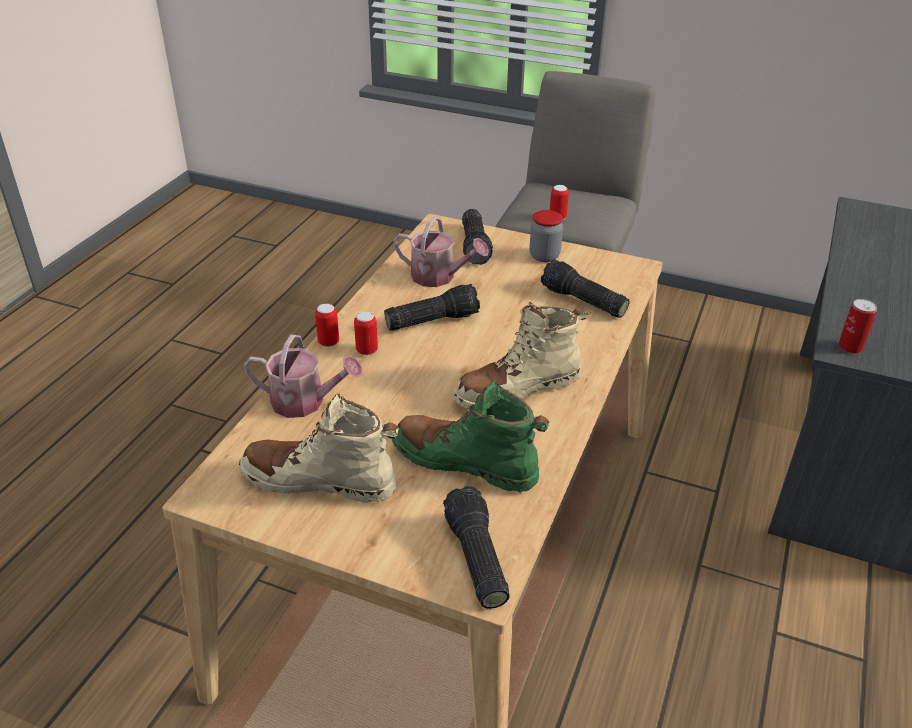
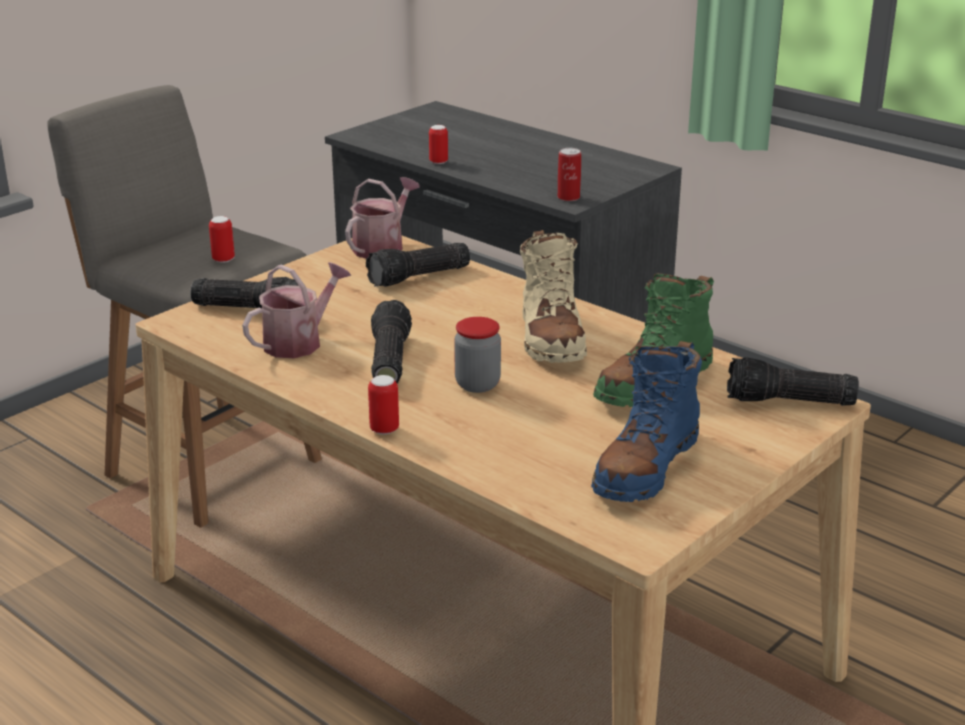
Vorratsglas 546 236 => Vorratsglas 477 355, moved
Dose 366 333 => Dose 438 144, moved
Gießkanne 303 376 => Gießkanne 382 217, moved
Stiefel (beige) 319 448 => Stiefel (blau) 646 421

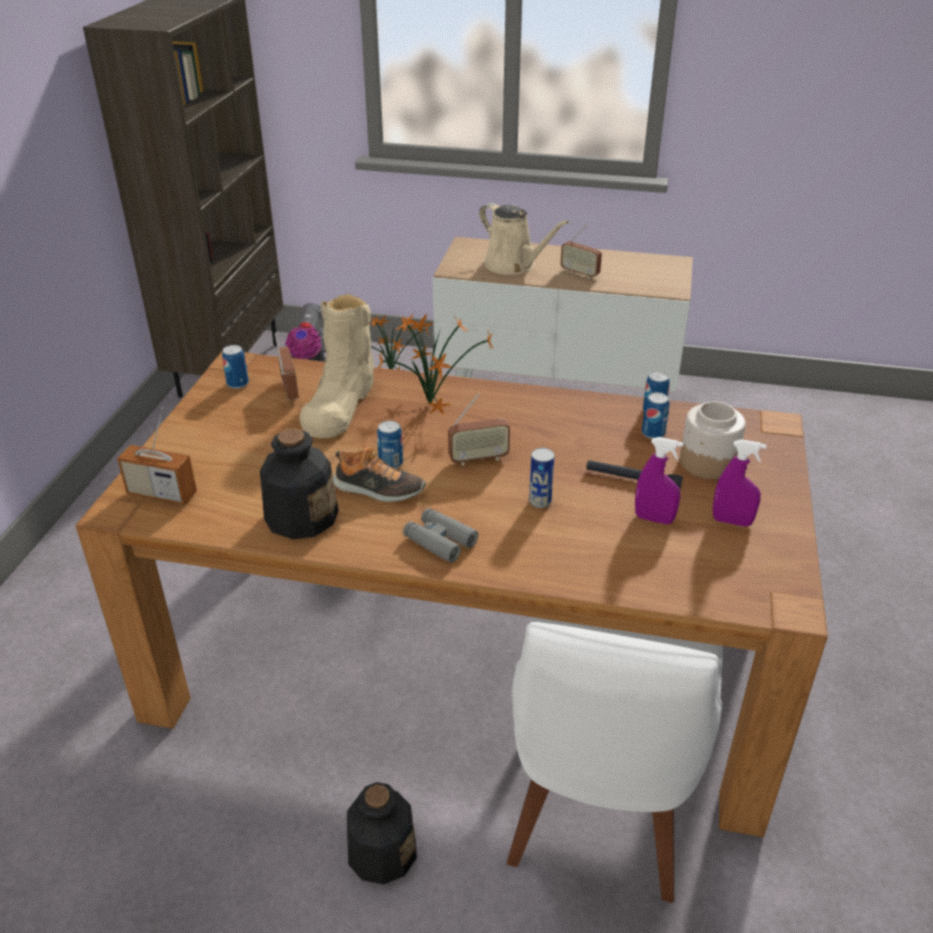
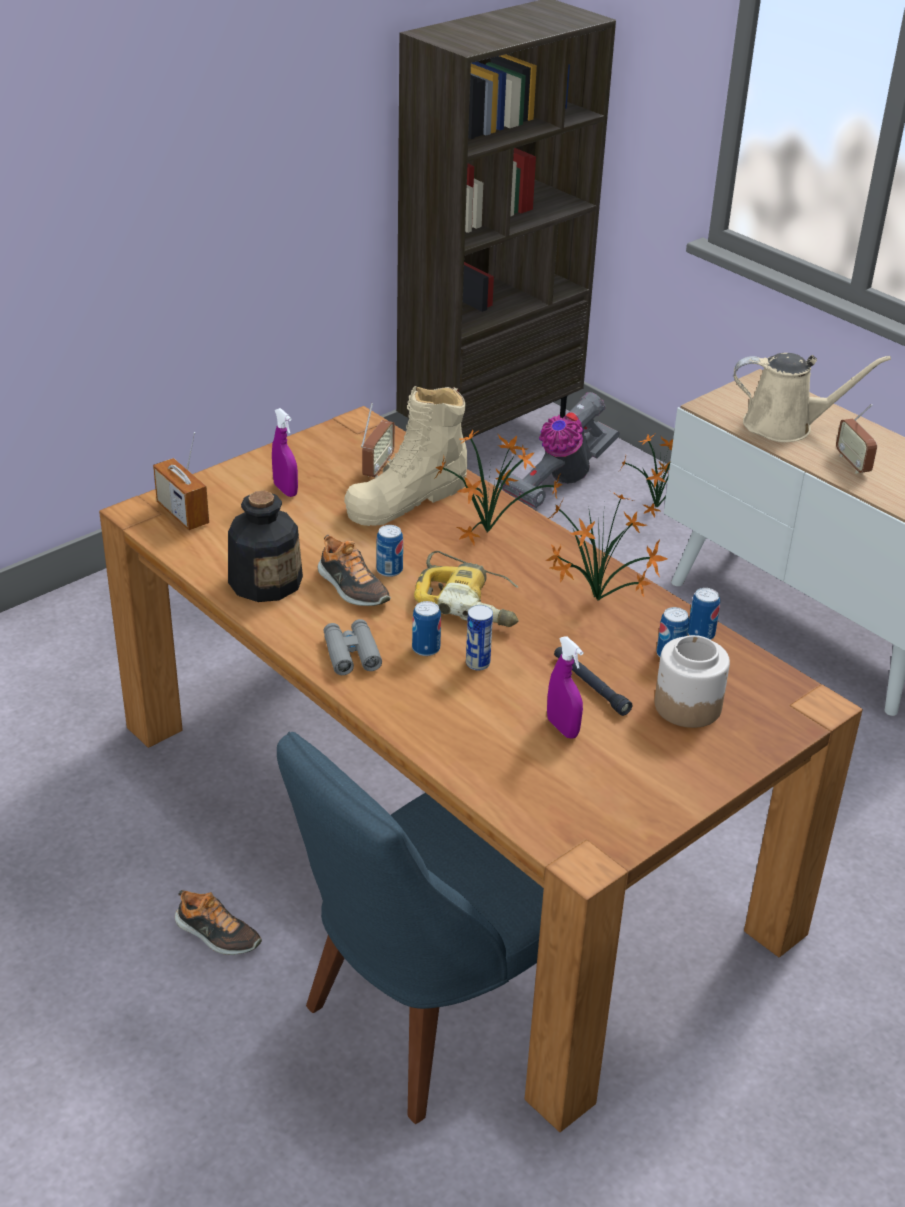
Gießkanne (beige) 524 239 => Gießkanne (beige) 812 397, 75 degrees counterclockwise
Dose 235 367 => Dose 426 628, moved
Radio 479 429 => Bohrmaschine 466 589
Sprühflasche (lila) 739 483 => Sprühflasche (lila) 285 452, moved
Stuhl (weiß) 615 760 => Stuhl (blau) 410 928
Flasche 382 833 => Schuh 218 922
nothing => Topfpflanze 606 545

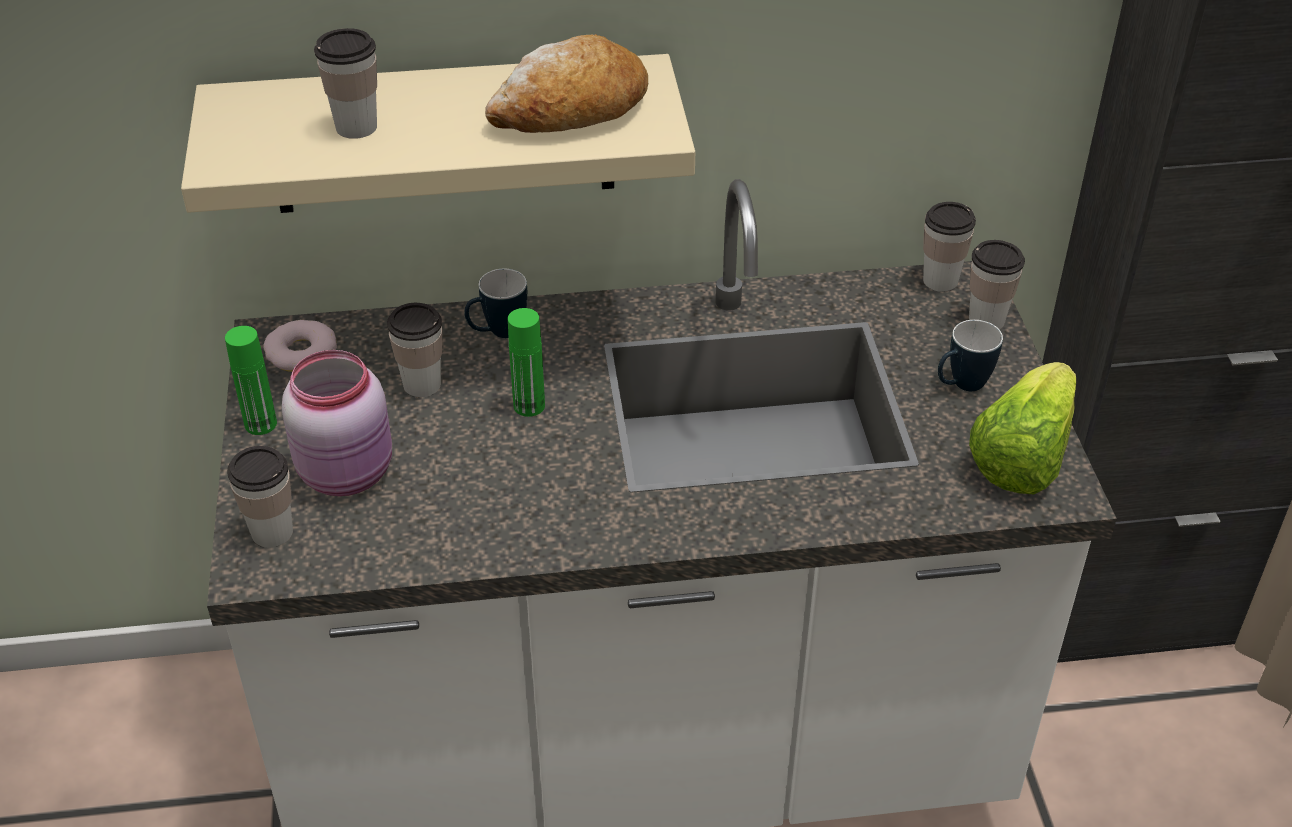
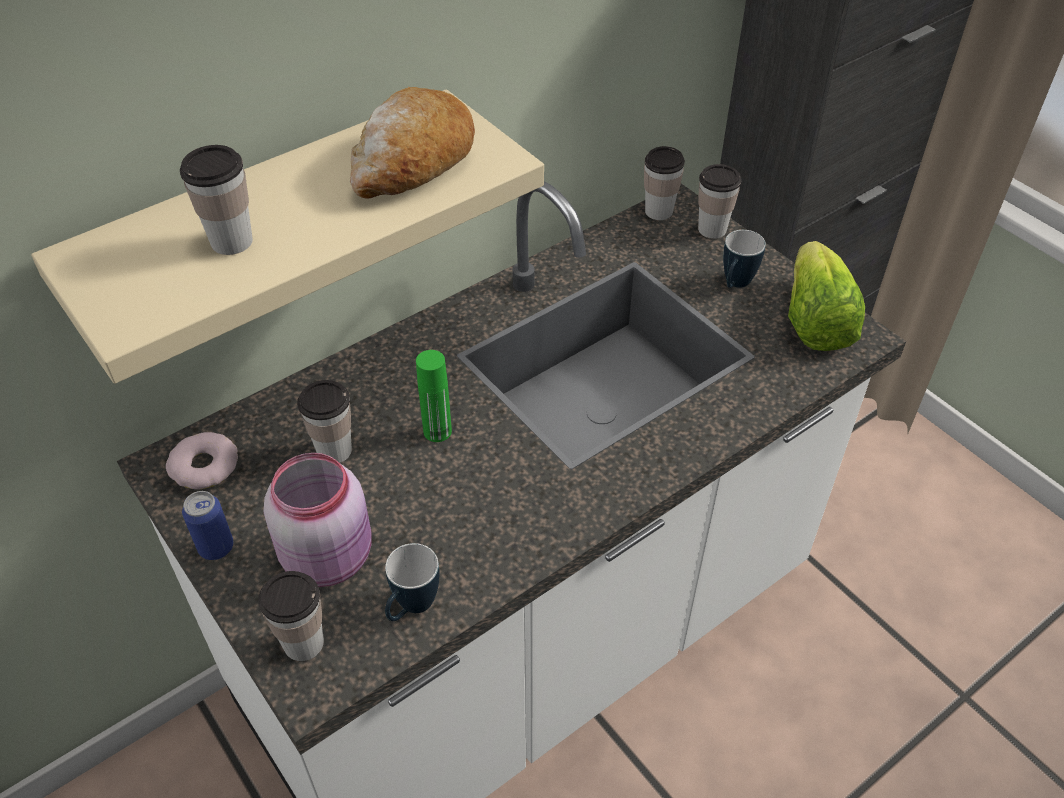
Henkelbecher 495 303 => Henkelbecher 412 582, moved
Flasche (grün) 251 380 => Dose 208 525

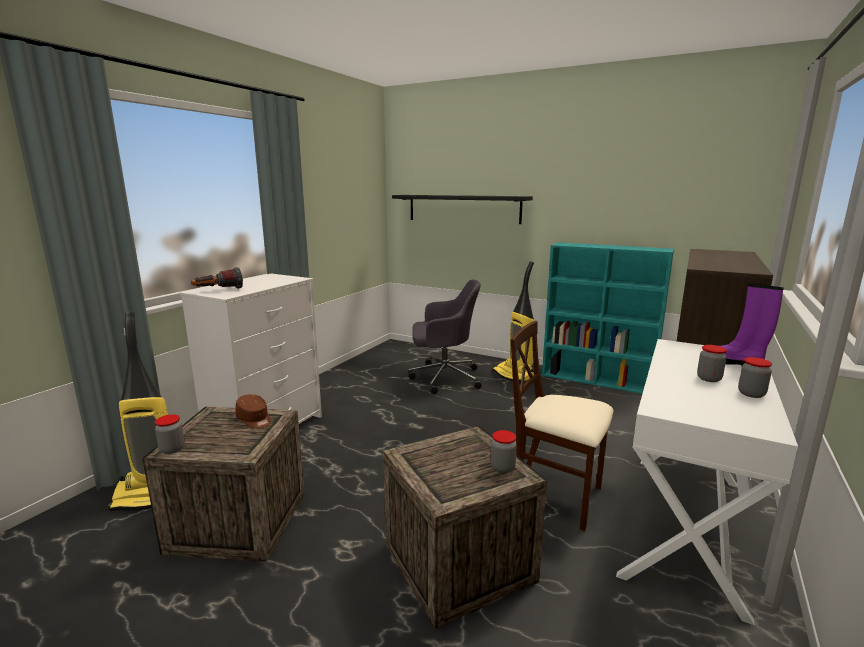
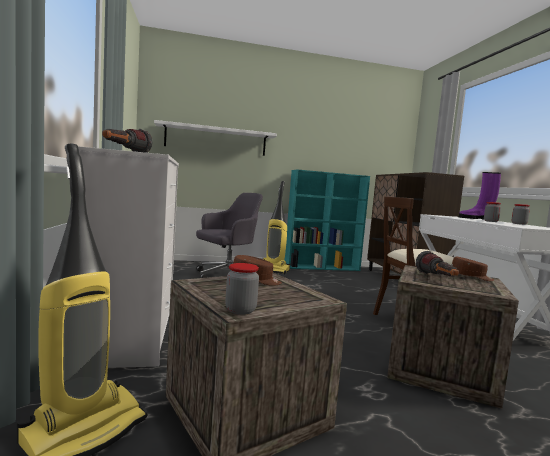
Wandregal (schwarz) 462 209 => Wandregal (weiß) 215 138
Vorratsglas 504 451 => Kappe (braun) 473 269
nothing => Taschenlampe 437 264

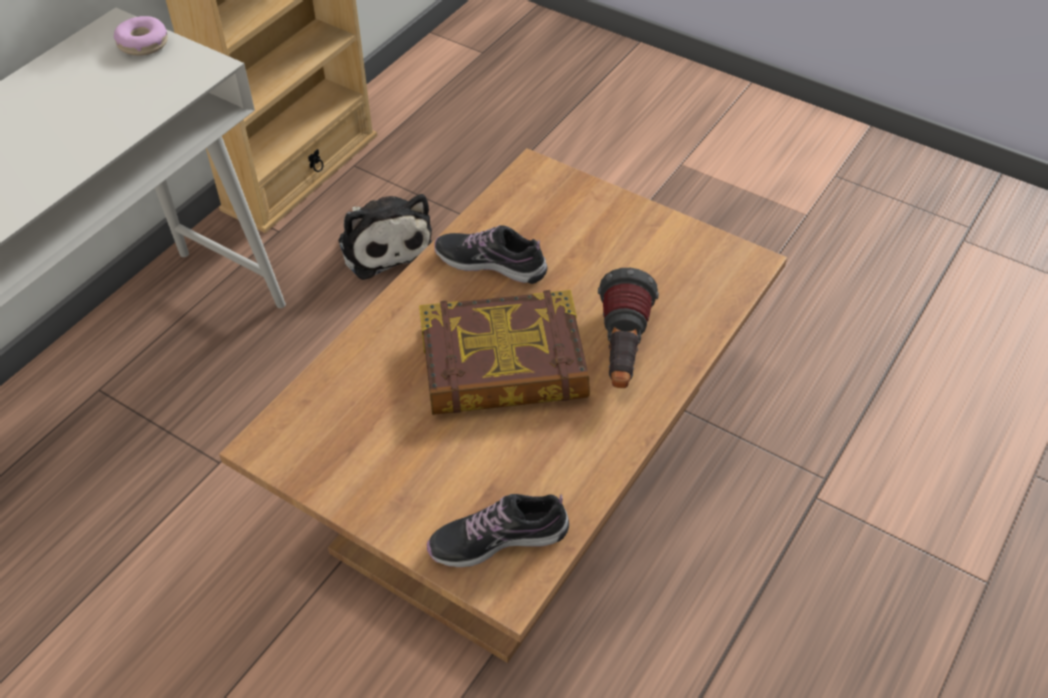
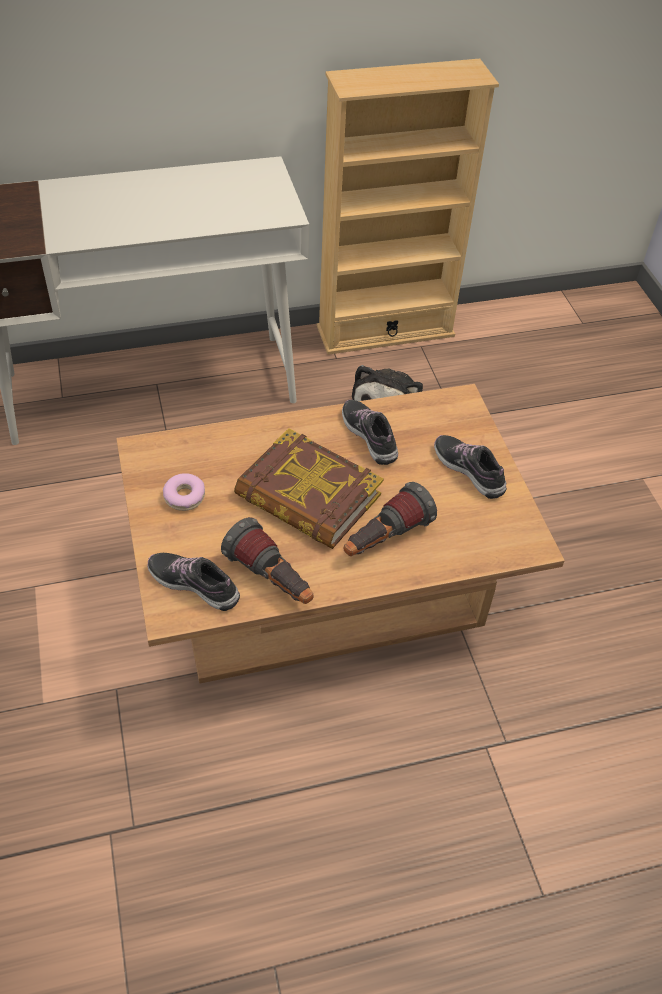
Donut 141 36 => Donut 184 492, moved
nothing => Schuh 470 467
nothing => Taschenlampe 267 560

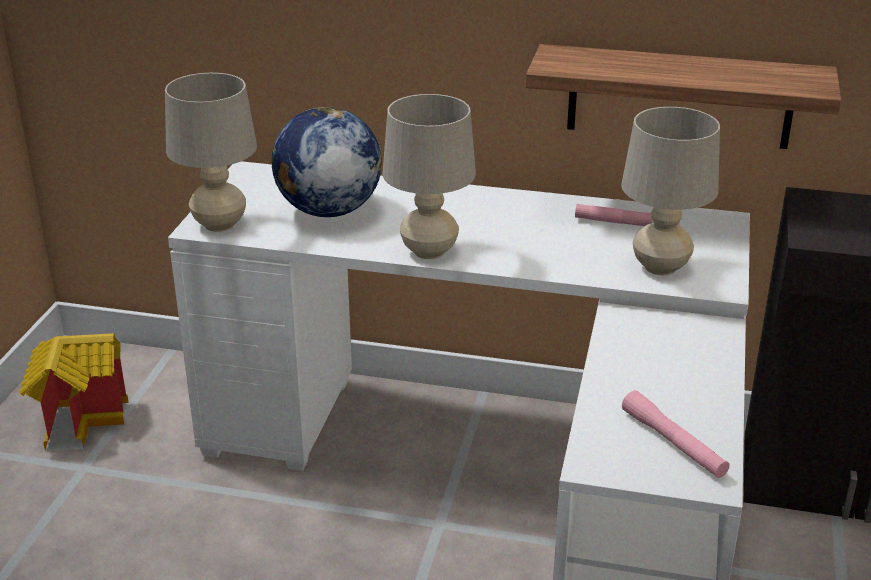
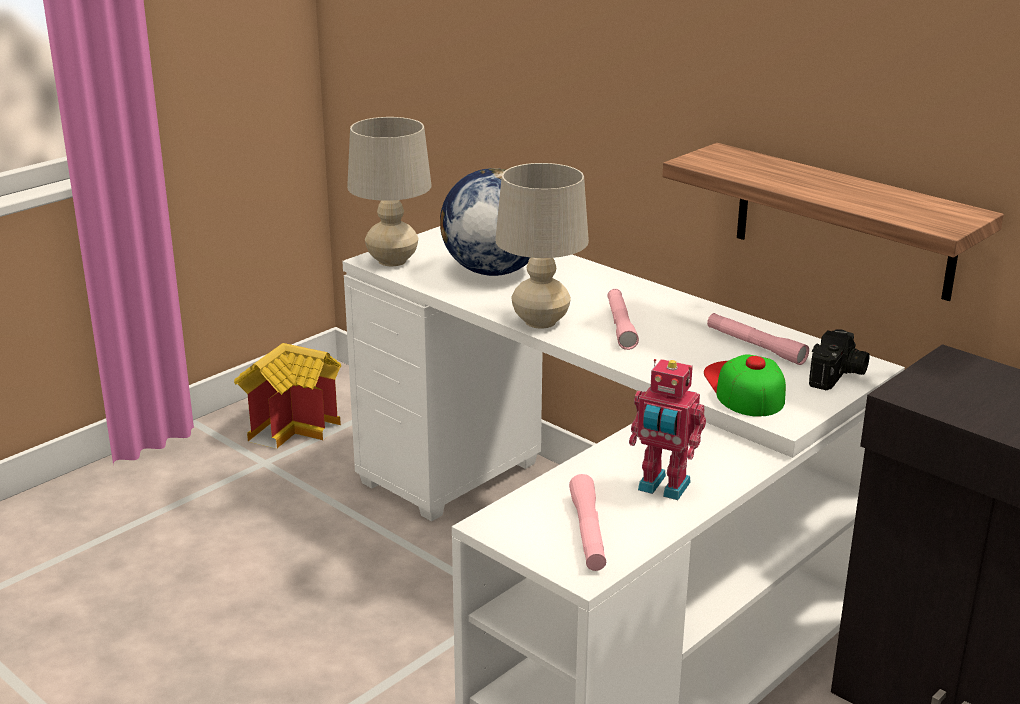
Tischlampe (beige) 670 191 => Kappe 745 385
nothing => Taschenlampe (rosa) 623 319
nothing => Kamera 839 359
nothing => Spielzeugroboter 667 429

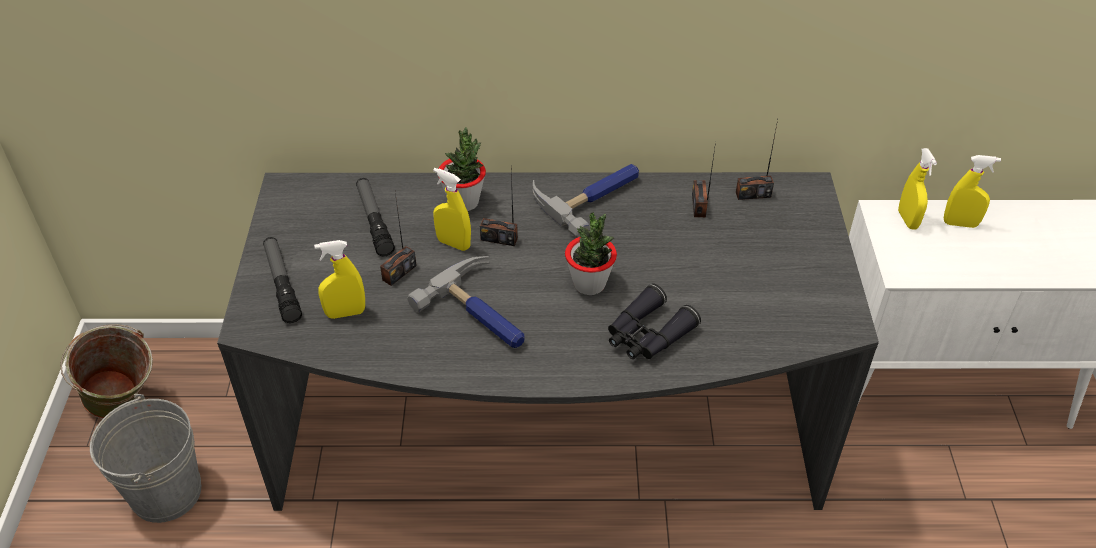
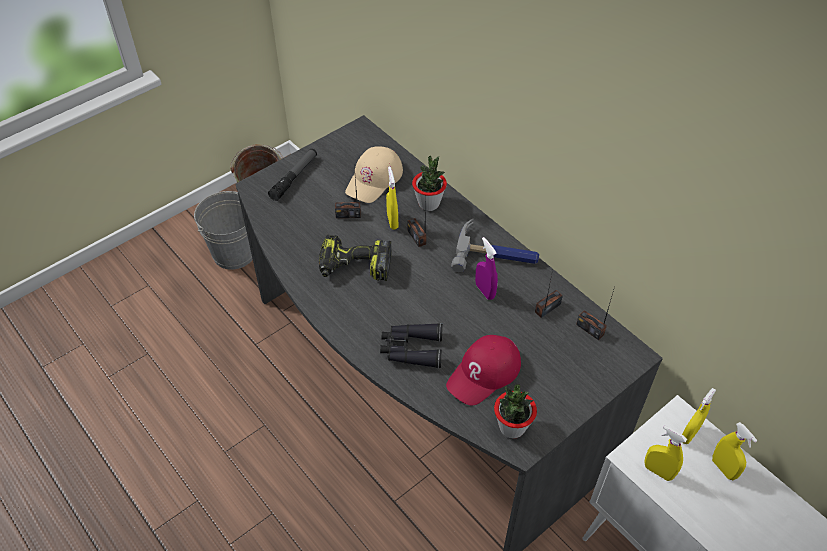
Taschenlampe 375 217 => Kappe (beige) 374 174
Topfpflanze 591 253 => Topfpflanze 515 411, moved
Sprühflasche (gelb) 339 279 => Sprühflasche (gelb) 665 453, moved
Hammer 466 302 => Bohrmaschine 355 258
nothing => Sprühflasche (lila) 486 268
nothing => Kappe (rot) 483 370

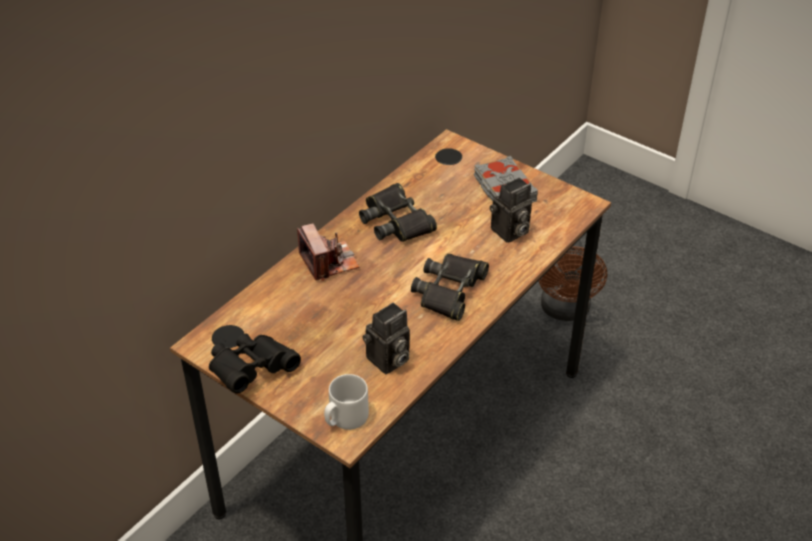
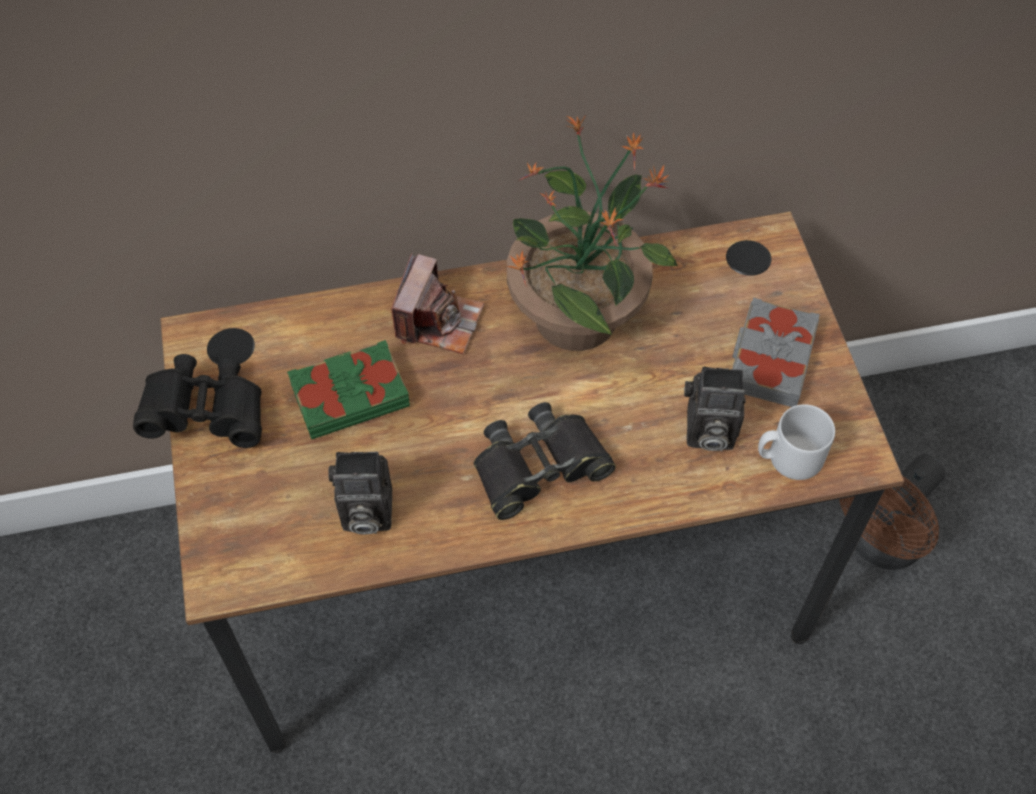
Fernglas (schwarz) 398 212 => Topfpflanze 592 233
Henkelbecher (grau) 346 402 => Henkelbecher (grau) 796 442, moved
nothing => Buch (grün) 348 389

